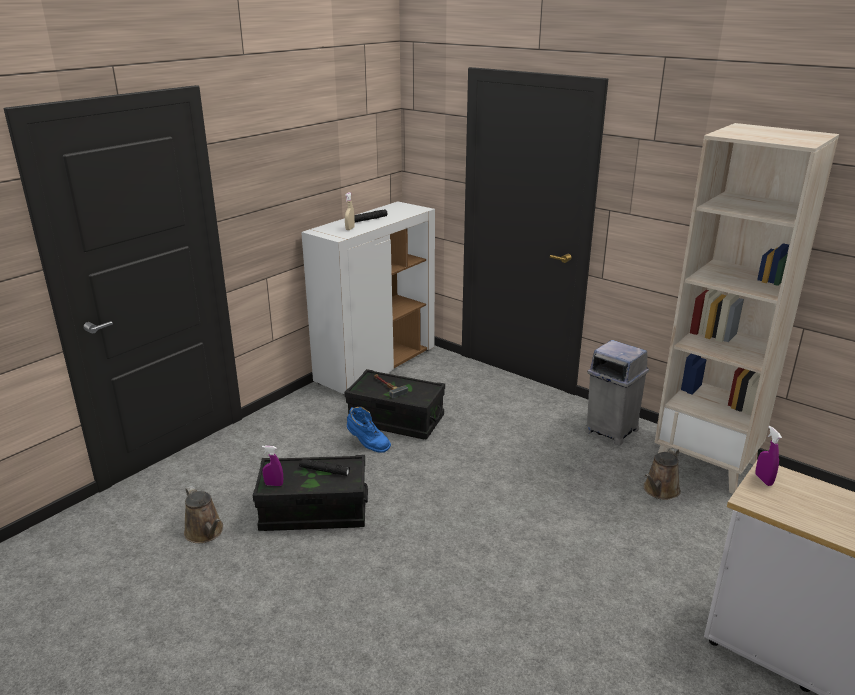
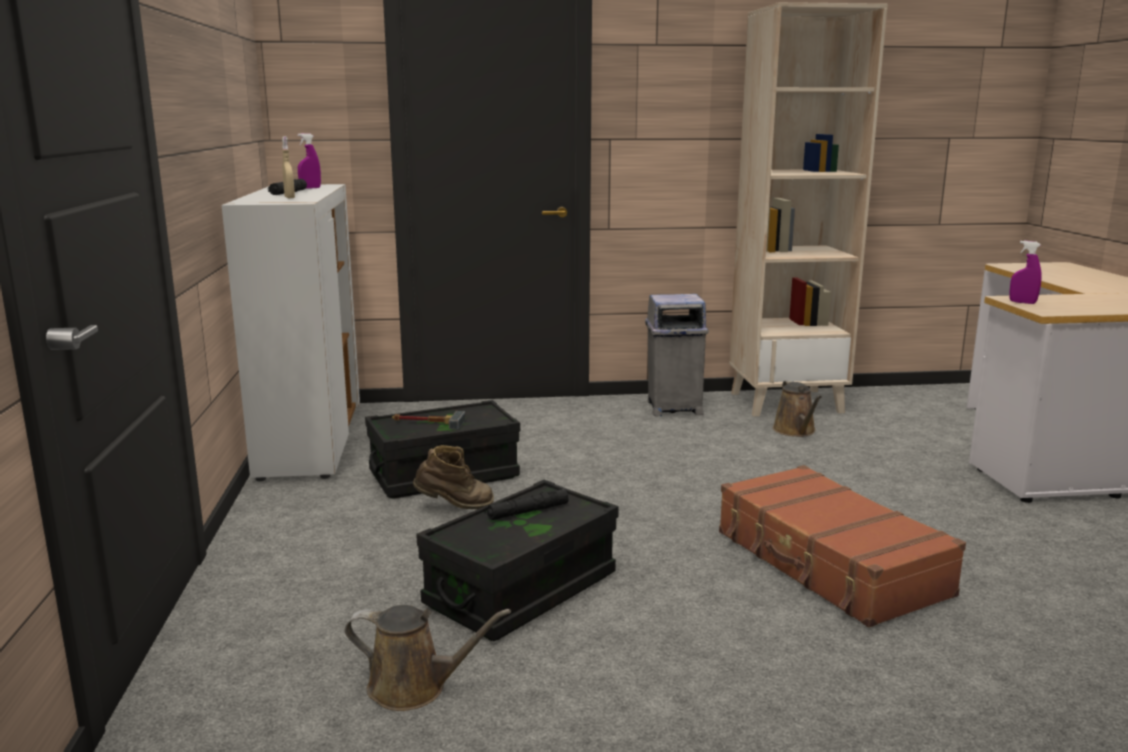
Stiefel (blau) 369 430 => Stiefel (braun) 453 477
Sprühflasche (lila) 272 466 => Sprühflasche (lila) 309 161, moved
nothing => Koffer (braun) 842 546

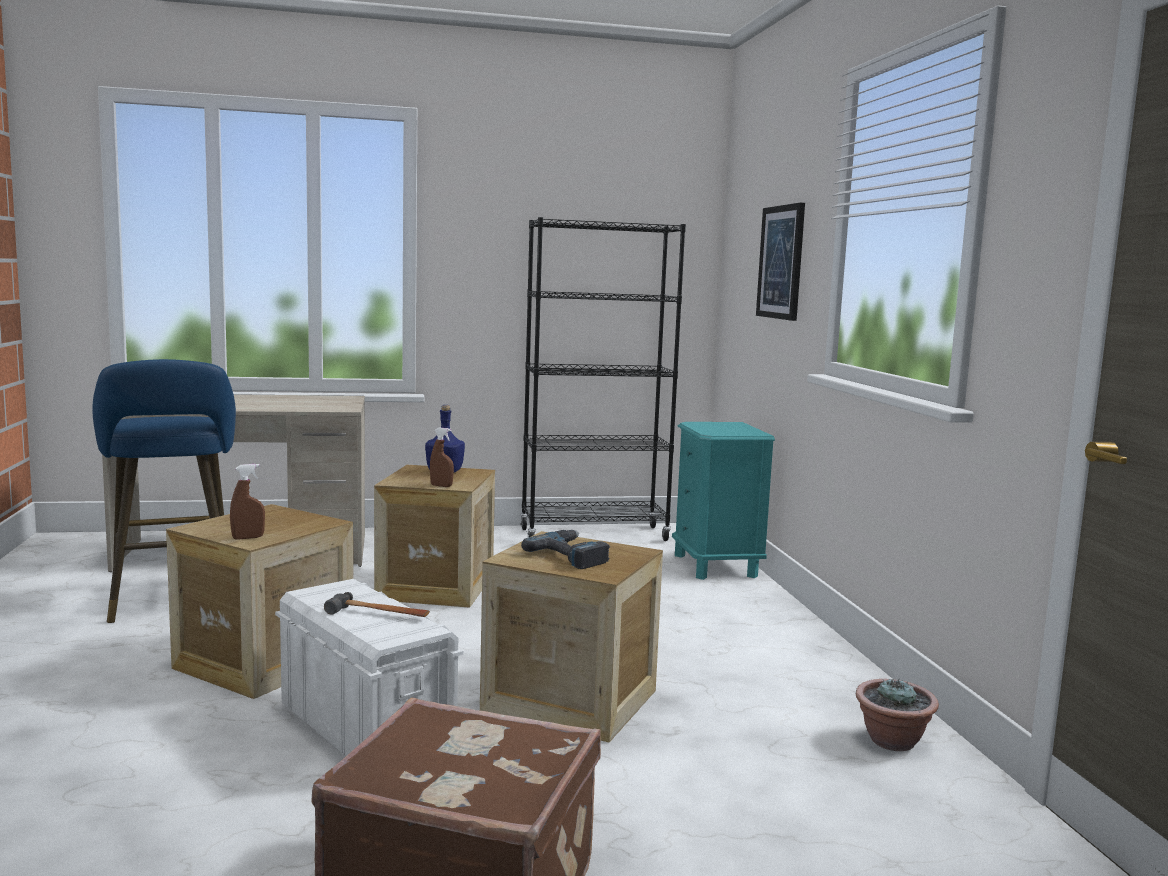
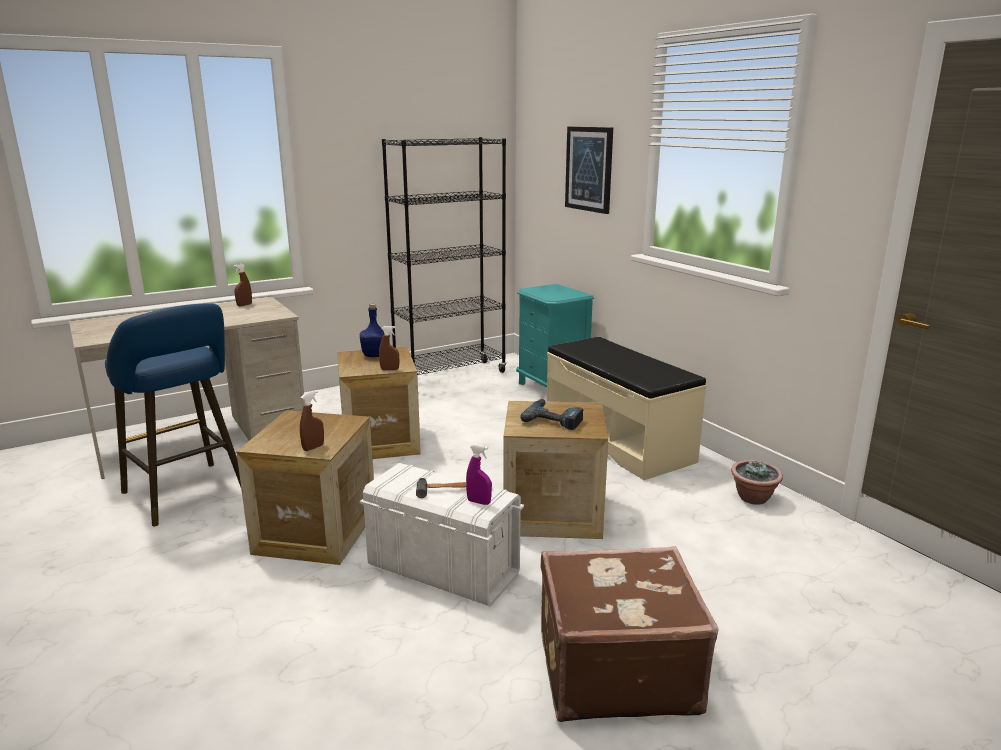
nothing => Sprühflasche (braun) 242 285
nothing => Bank (beige) 626 408
nothing => Sprühflasche (lila) 479 474

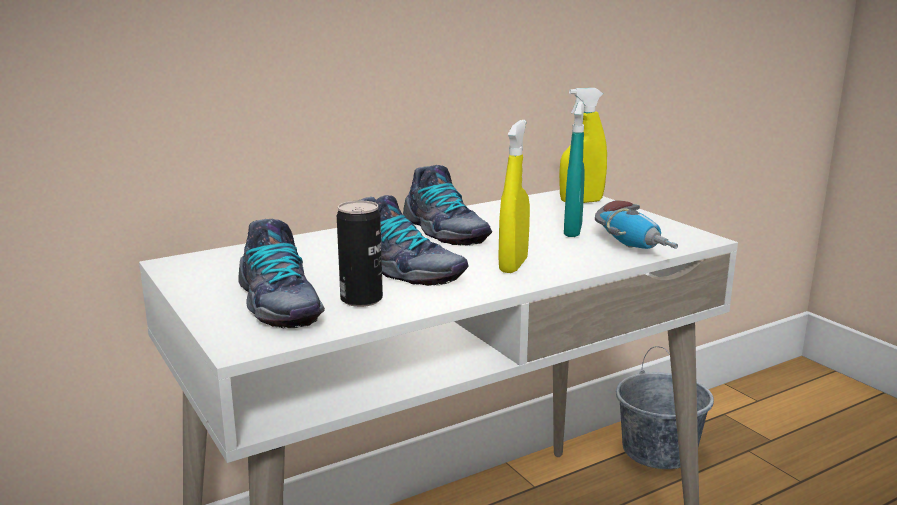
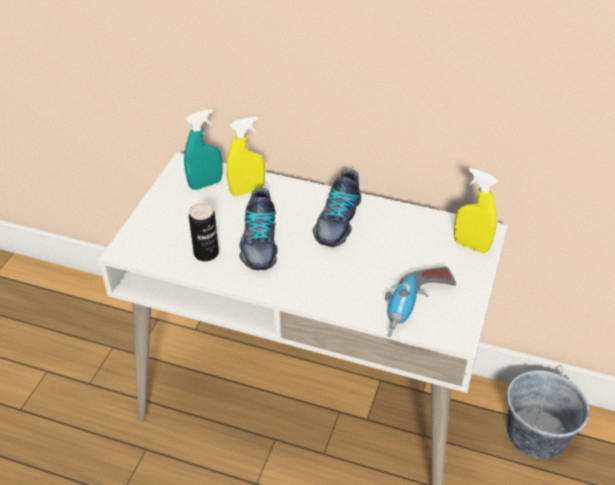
Sprühflasche (türkis) 574 169 => Sprühflasche (türkis) 203 149, moved
Sprühflasche (gelb) 514 196 => Sprühflasche (gelb) 245 156, moved
Schuh 281 274 => nothing

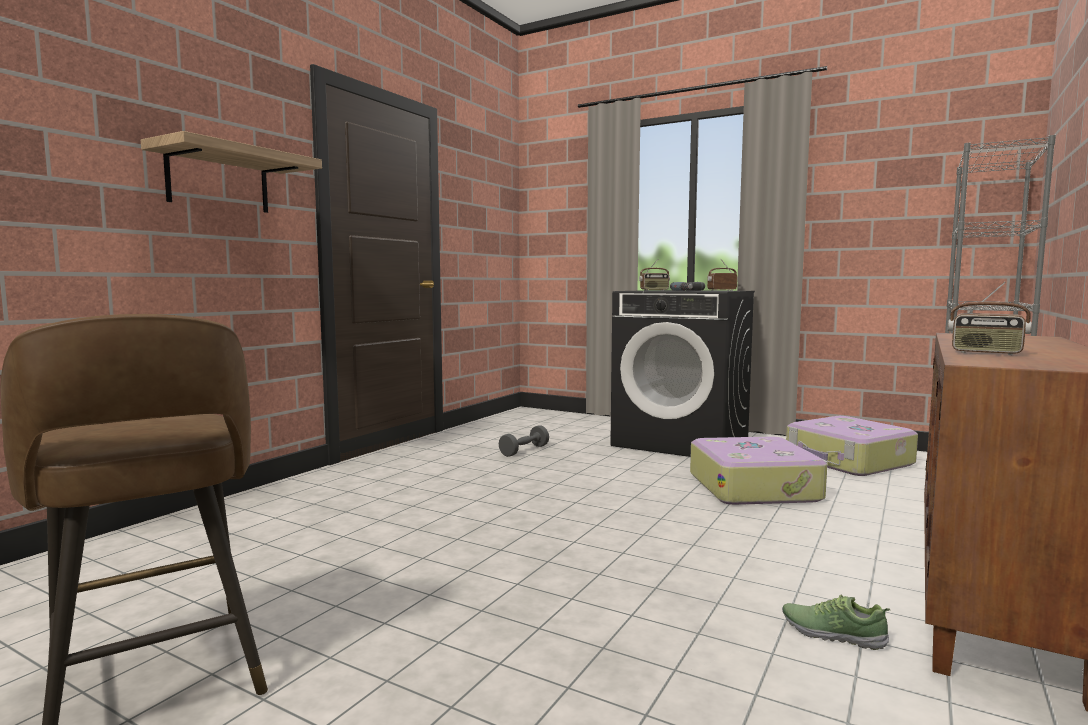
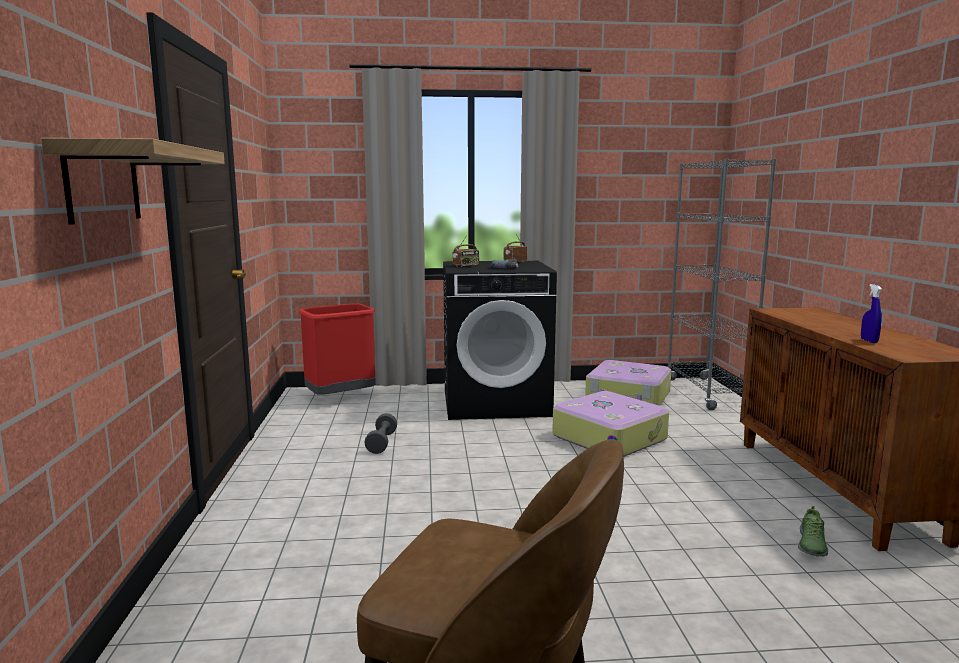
Radio 990 318 => Sprühflasche (blau) 871 313
Schuh 836 622 => Schuh 813 531, 60 degrees counterclockwise
nothing => Mülleimer (rot) 337 349

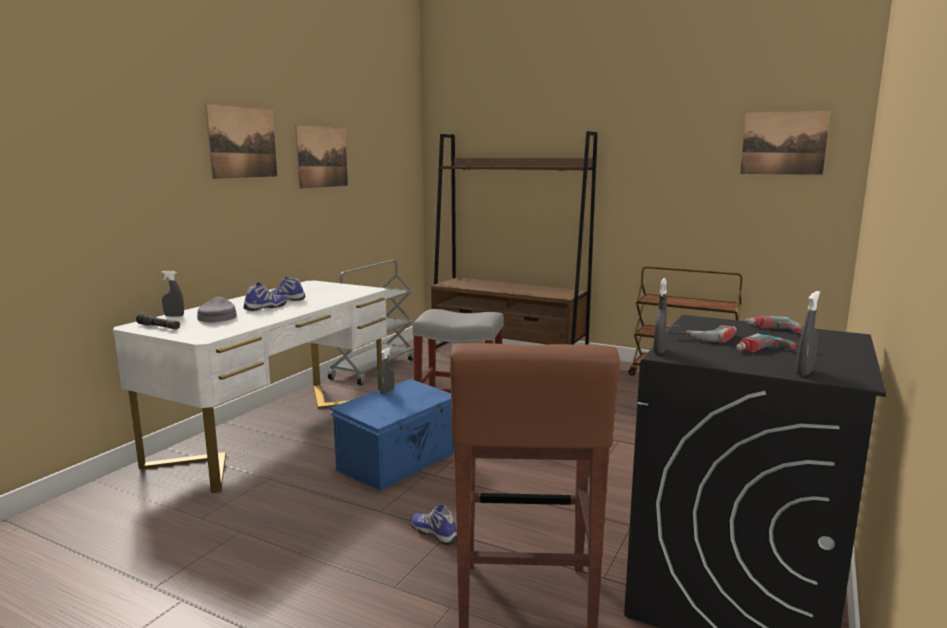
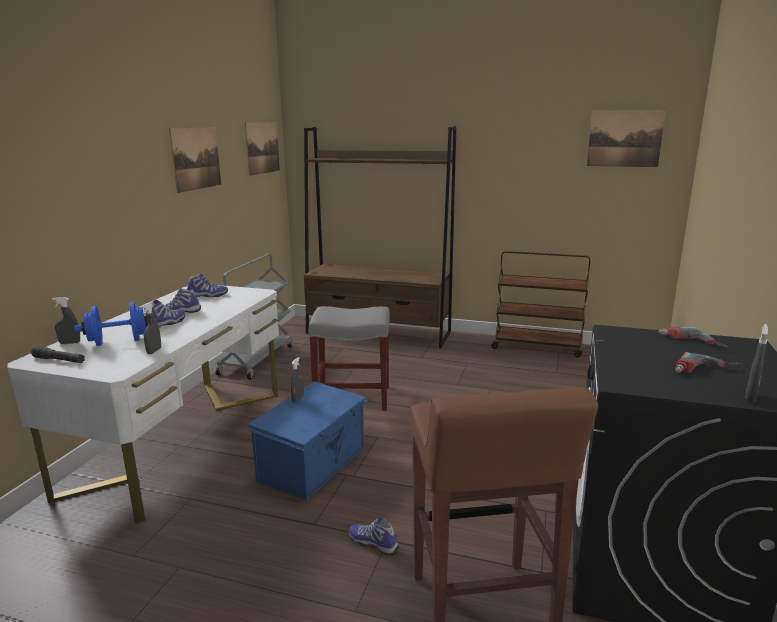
Bild 241 141 => Bild 262 149, moved
Sprühflasche (grau) 660 316 => Sprühflasche (grau) 151 328, moved
Kappe (grau) 217 309 => Hantel (blau) 111 324
Bohrmaschine 702 334 => nothing
nothing => Schuh 207 285

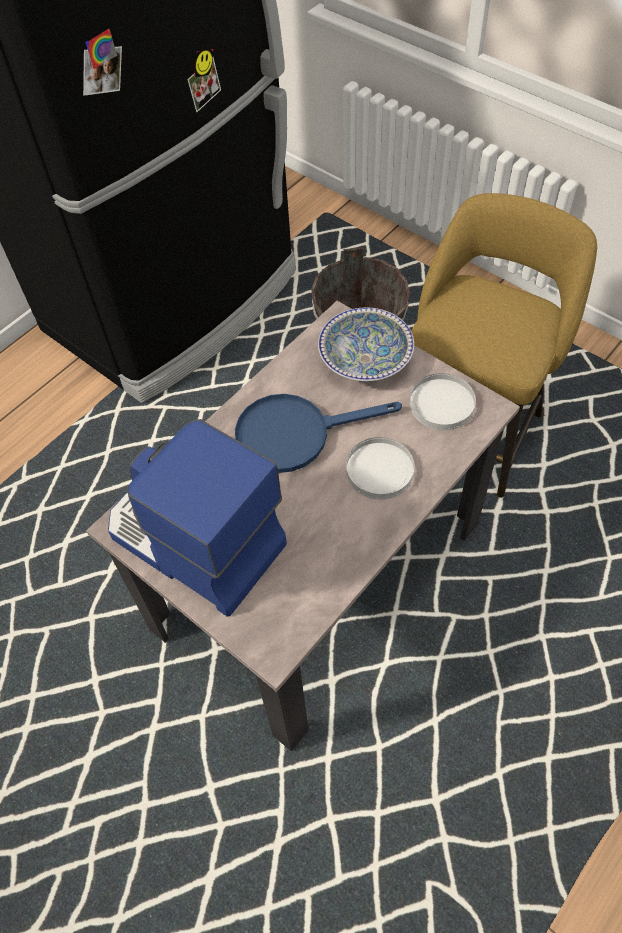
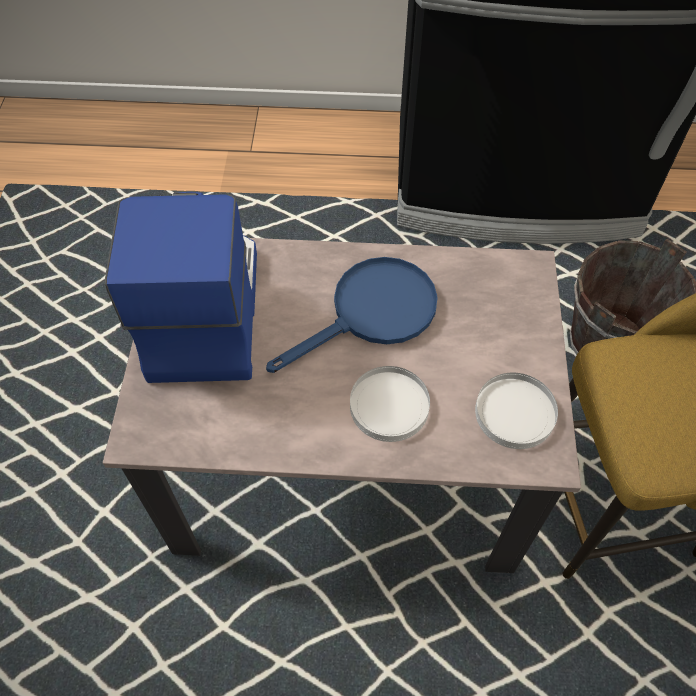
Schüssel 366 344 => nothing
Pfanne (blau) 318 433 => Pfanne (blau) 352 315, 105 degrees clockwise

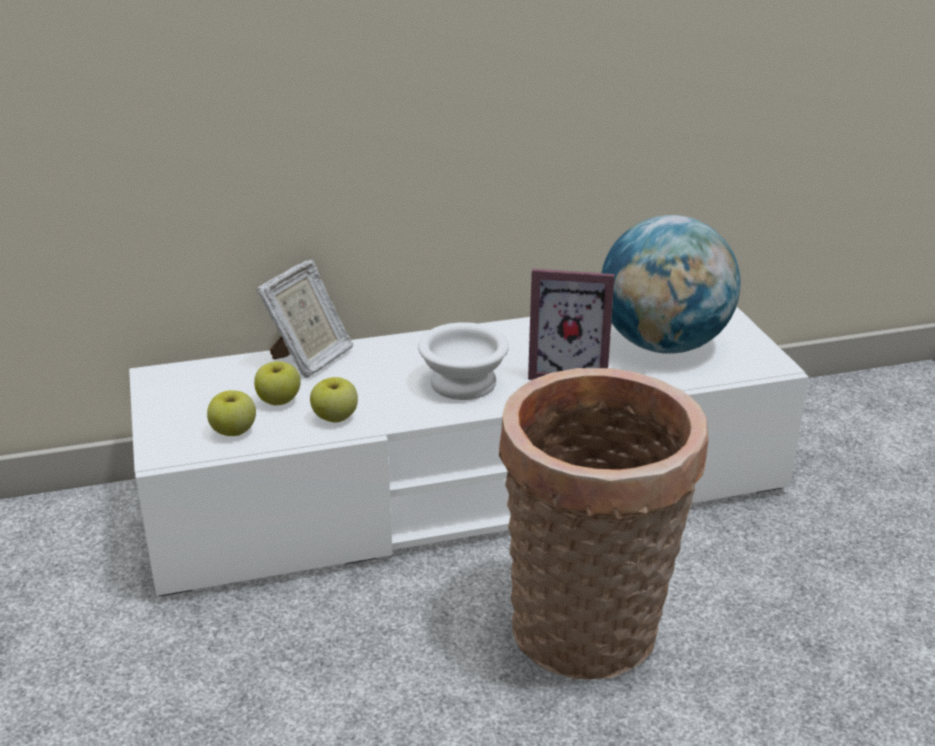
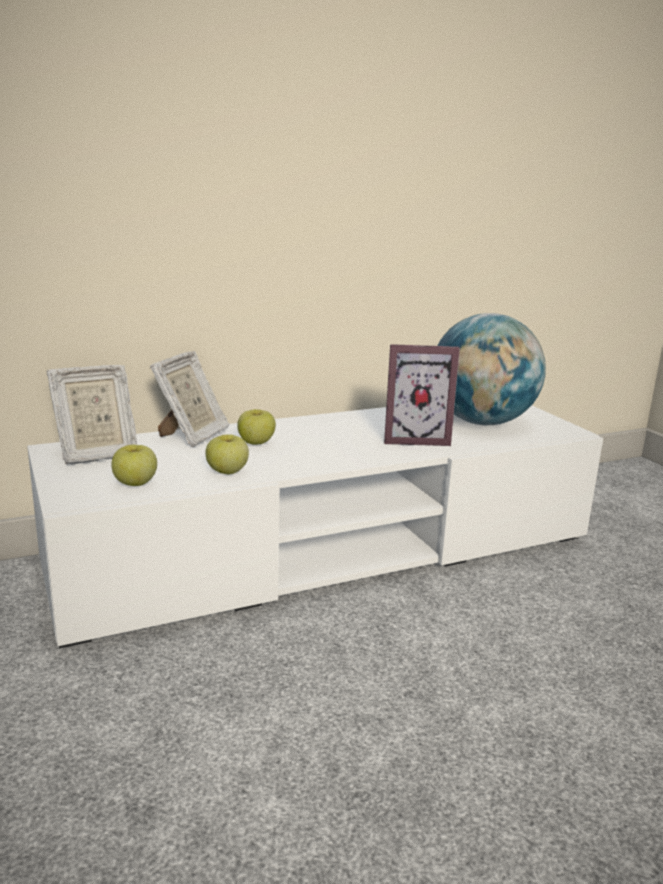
Schüssel (weiß) 463 361 => nothing
Apfel 277 383 => Apfel 256 427, moved
Korb 604 524 => nothing
nothing => Bilderrahmen 91 415

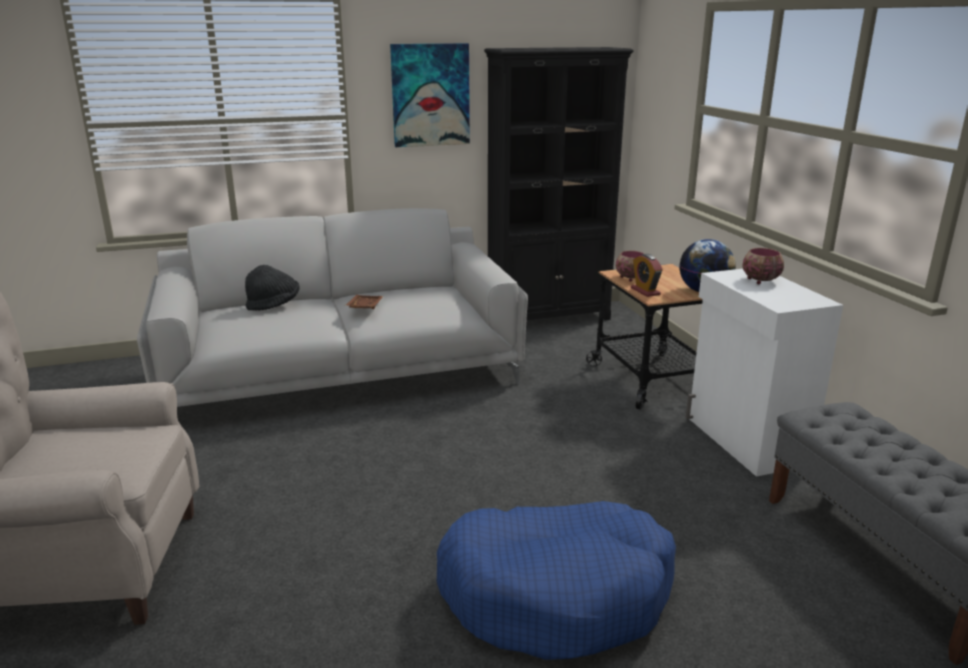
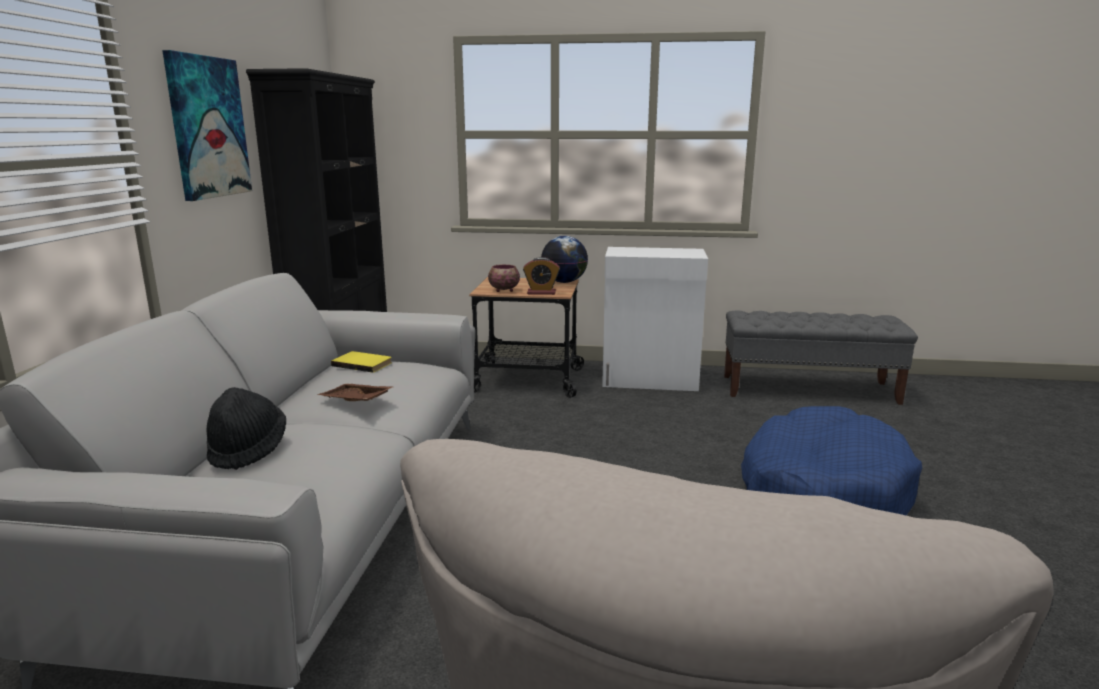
Schüssel 763 266 => nothing
nothing => Buch (gelb) 361 362

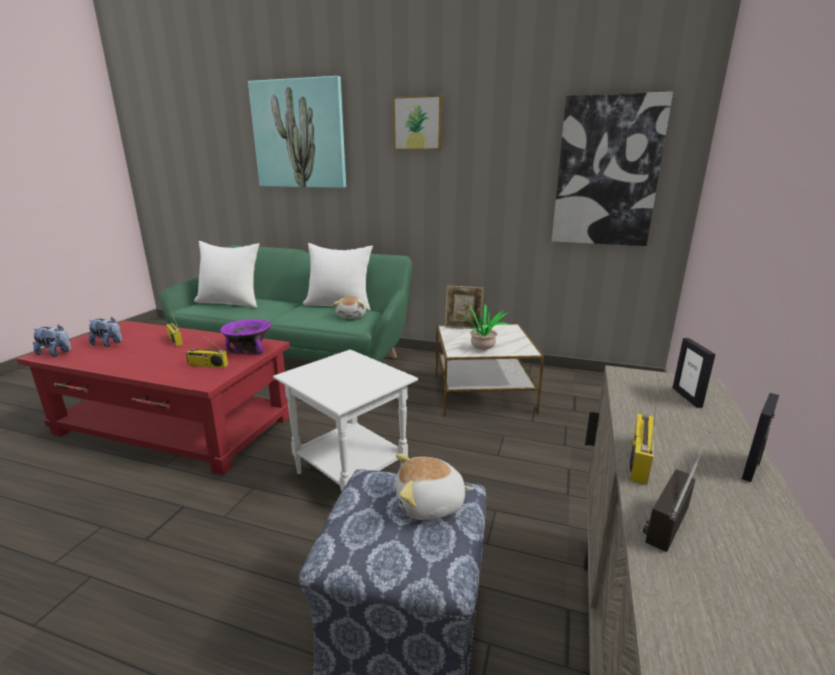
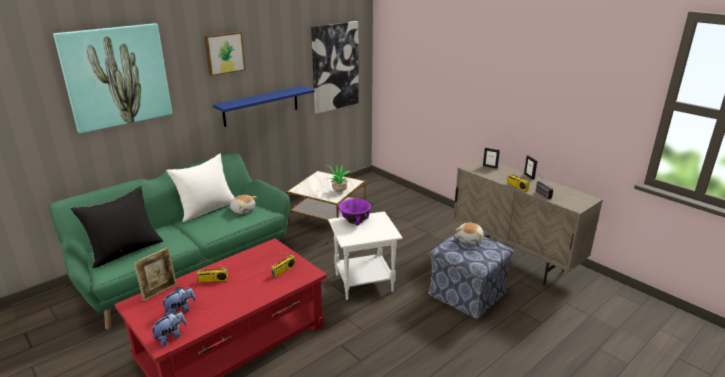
Kissen (weiß) 227 274 => Kissen (schwarz) 117 227
Bilderrahmen 464 307 => Bilderrahmen 155 274, moved
Schüssel (lila) 245 336 => Schüssel (lila) 354 212, moved
nothing => Wandregal (blau) 264 106

